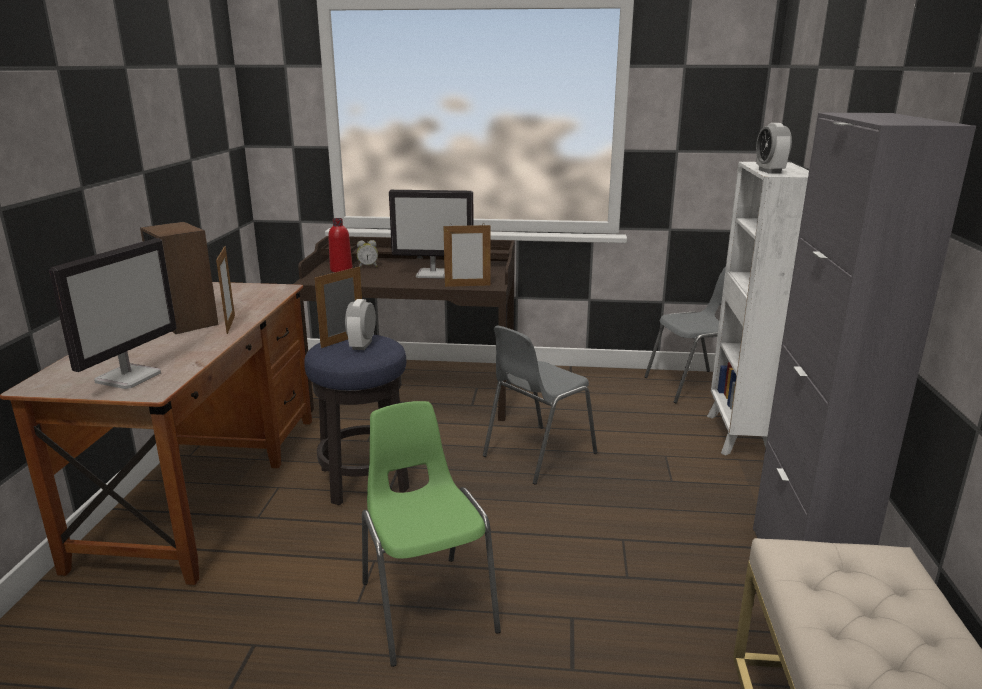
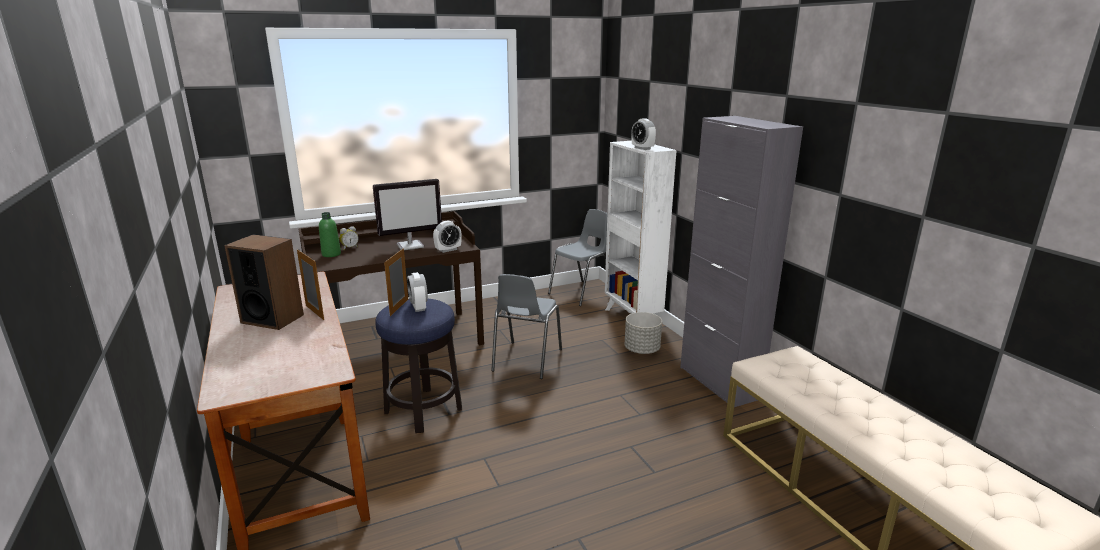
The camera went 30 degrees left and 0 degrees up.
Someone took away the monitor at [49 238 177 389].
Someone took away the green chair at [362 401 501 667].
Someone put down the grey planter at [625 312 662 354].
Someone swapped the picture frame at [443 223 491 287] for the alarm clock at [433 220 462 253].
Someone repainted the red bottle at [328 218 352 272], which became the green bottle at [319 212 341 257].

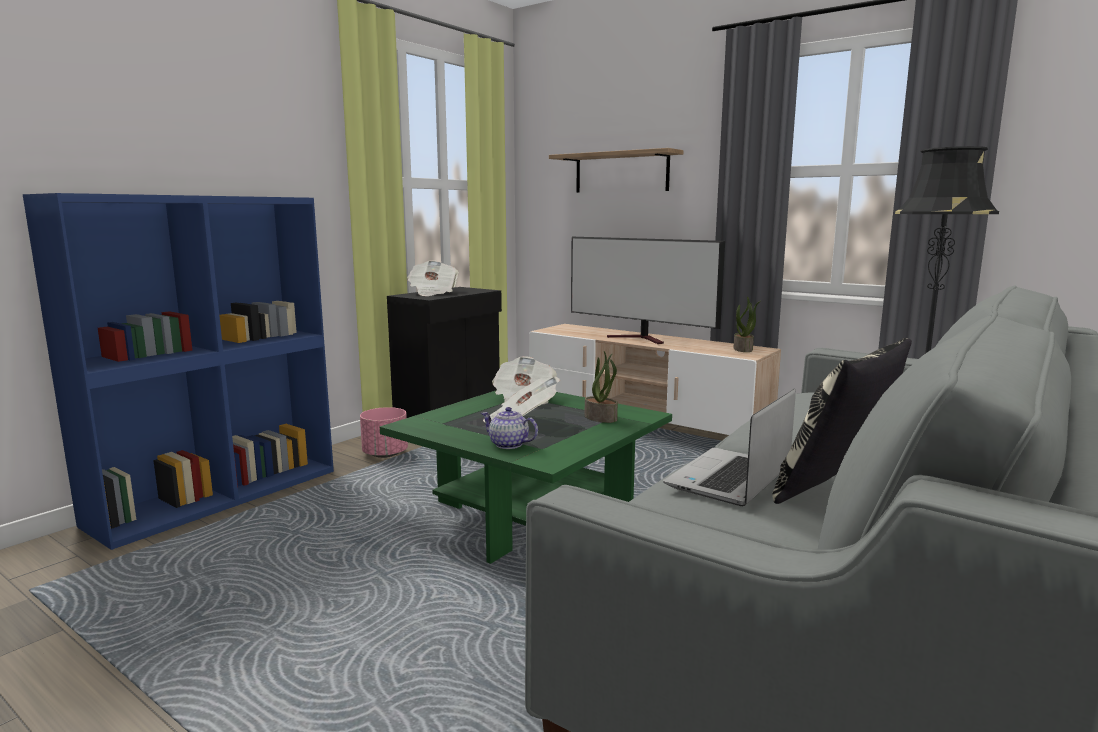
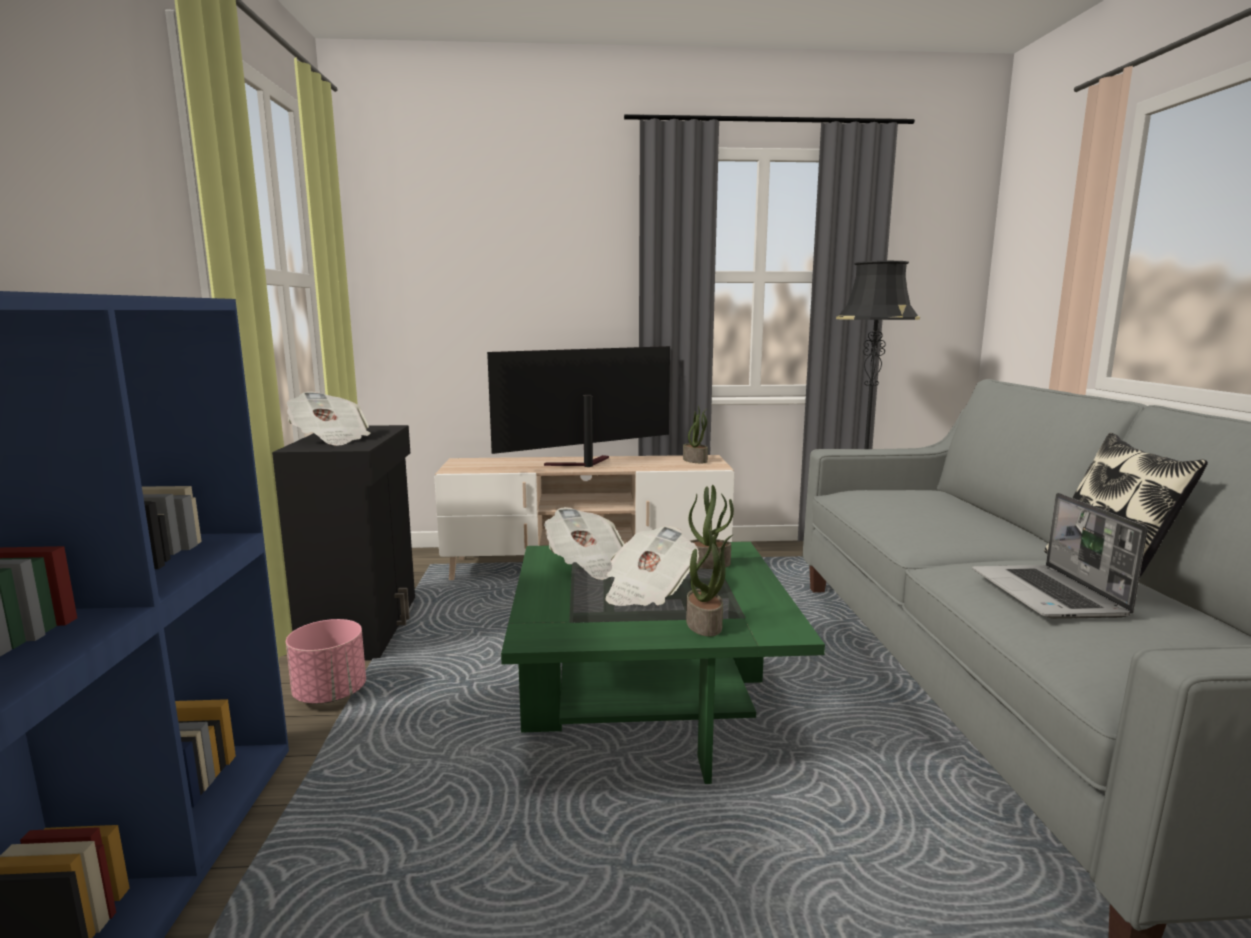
The camera went 40 degrees left and 0 degrees up.
Someone took away the shelf at [549 148 684 193].
Someone swapped the teapot at [481 407 538 449] for the potted plant at [686 529 734 637].
Someone rotated the television at [571 237 725 344] by 150 degrees clockwise.

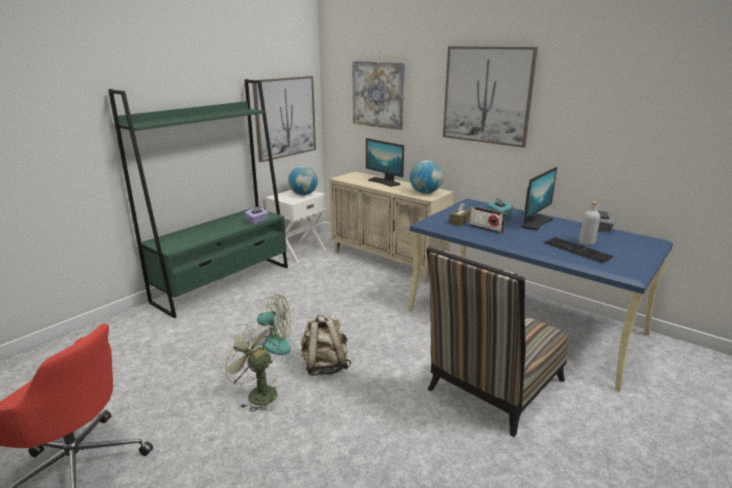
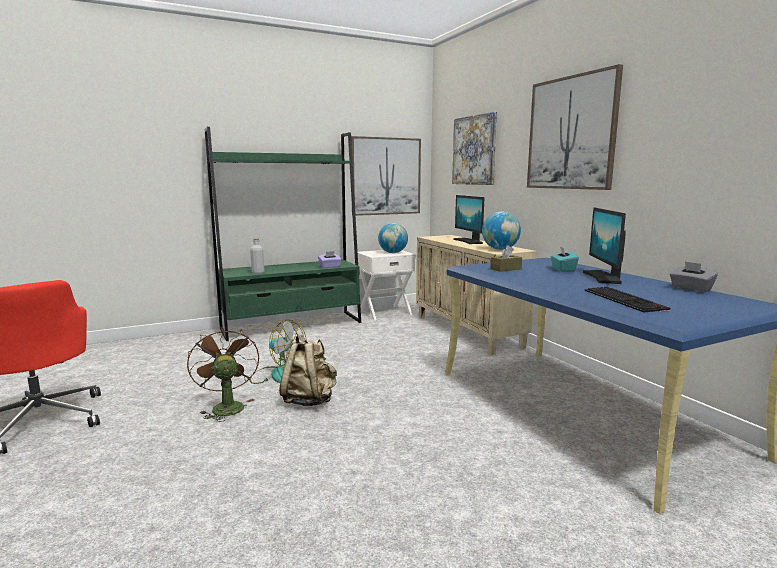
The camera went 25 degrees right and 10 degrees down.
Someone took away the chair at [426 247 568 437].
Someone took away the radio at [469 206 505 234].
Someone carried the grey bottle from [579 201 600 246] to [250 238 264 274].
Someone repainted the green fan at [220 321 280 412], which became the brown fan at [187 326 259 422].
Someone rotated the monitor at [522 167 557 231] by 120 degrees clockwise.

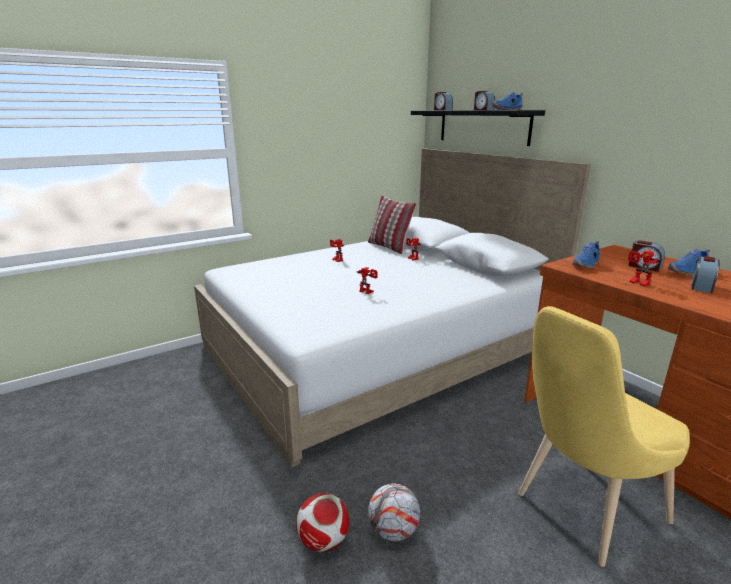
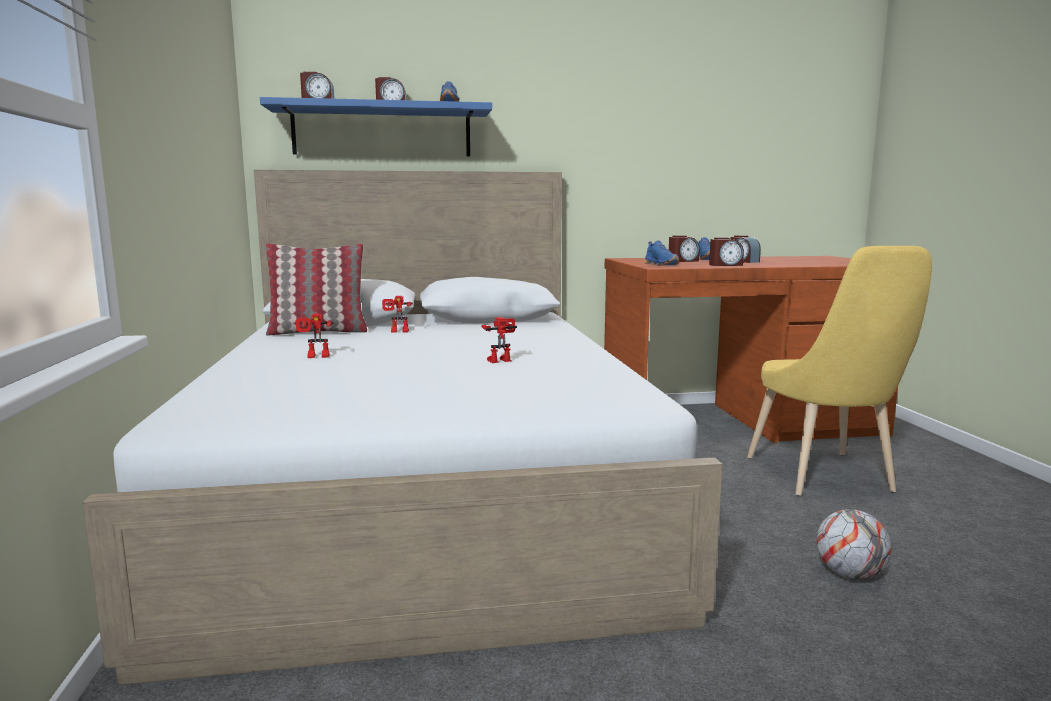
The camera went 65 degrees left and 10 degrees down.
Someone took away the football at [296 493 349 552].
Someone swapped the toy robot at [628 250 661 287] for the alarm clock at [709 237 744 266].
Someone repainted the black shelf at [411 110 545 146], which became the blue shelf at [260 97 492 156].

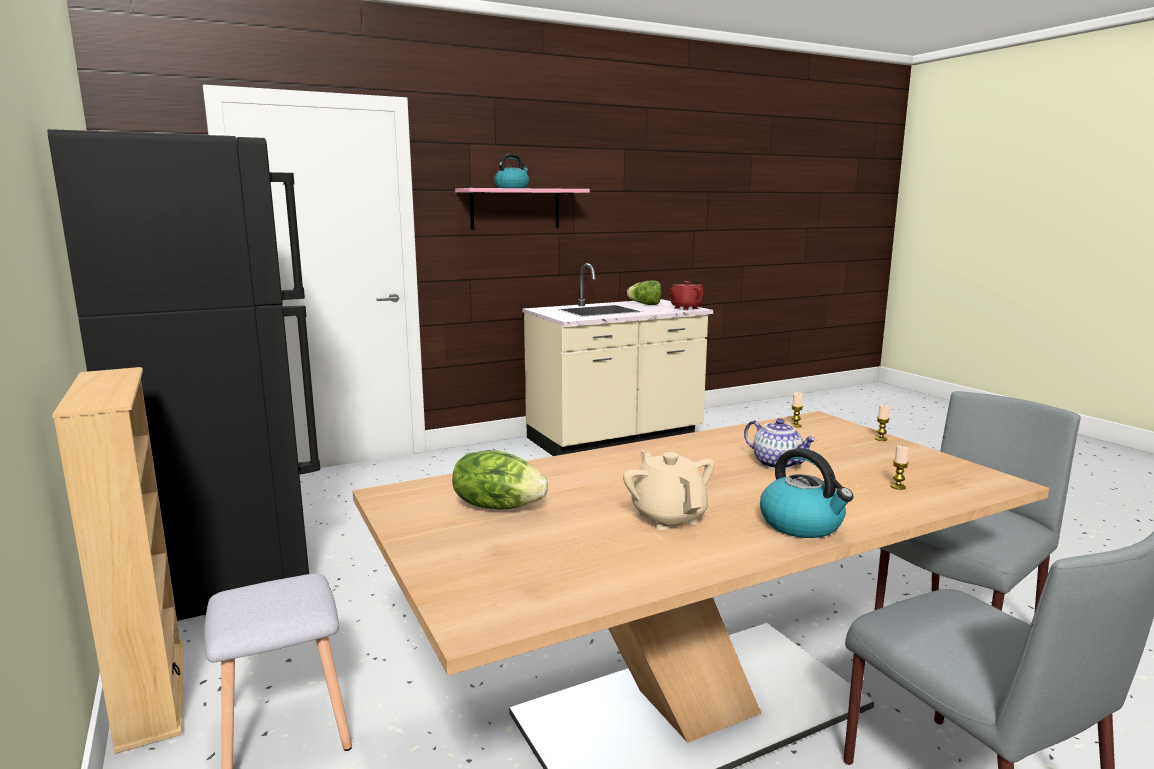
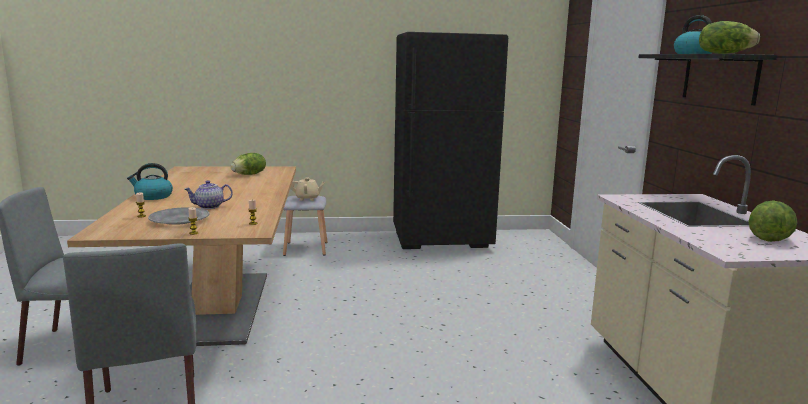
The camera went 110 degrees right and 0 degrees up.
Someone took away the beige bookcase at [52 367 184 754].
Someone took away the red teapot at [670 281 704 310].
Someone put down the grey plate at [148 207 209 225].
Someone put down the lettuce at [699 21 760 54].
Someone carried the beige teapot from [623 450 715 530] to [290 178 325 201].
Someone repainted the pink shelf at [455 188 590 229], which became the black shelf at [638 54 777 105].

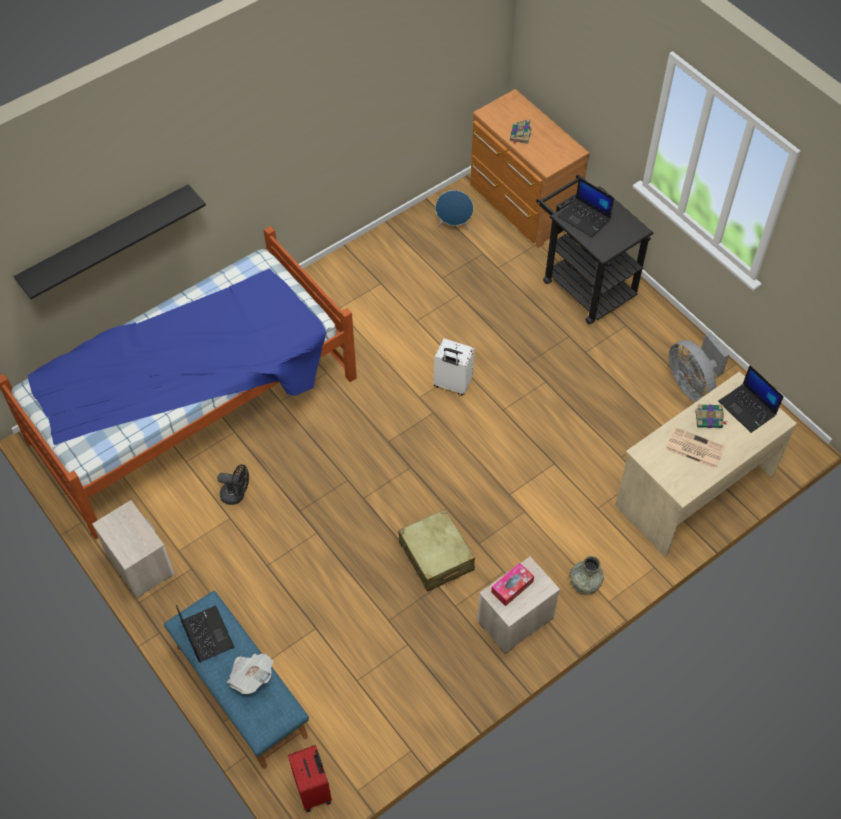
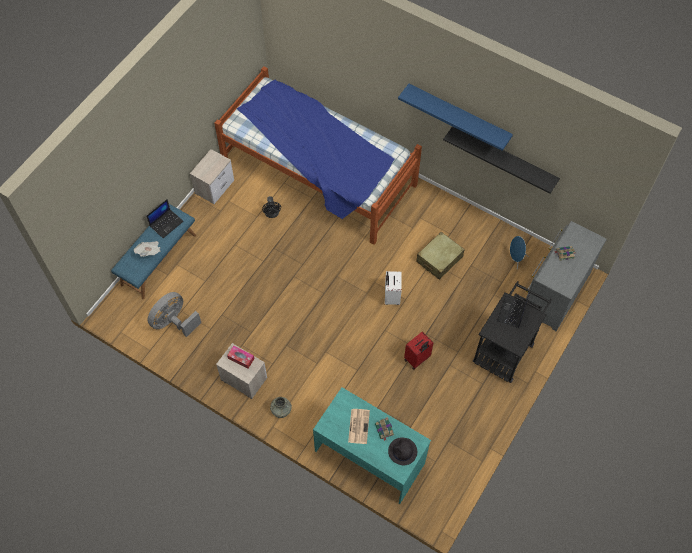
The camera went 70 degrees right and 5 degrees up.
Someone put up the blue shelf at [398 84 513 151].
Someone carried the black shelf from [14 184 206 299] to [443 126 560 194].
Someone carried the red suitcase from [288 745 332 812] to [404 332 433 370].
Someone carried the beige suitcase from [398 509 475 592] to [416 232 465 280].
Someone carried the grey fan from [669 332 729 402] to [148 292 201 337].
Someone swapped the laptop at [718 365 784 433] for the black hat at [388 437 417 465].
Someone repainted the brown dresser at [470 89 590 248], which became the grey dresser at [526 221 607 331].
Someone repainted the beige desk at [615 371 797 557], which became the turquoise desk at [313 387 431 504].

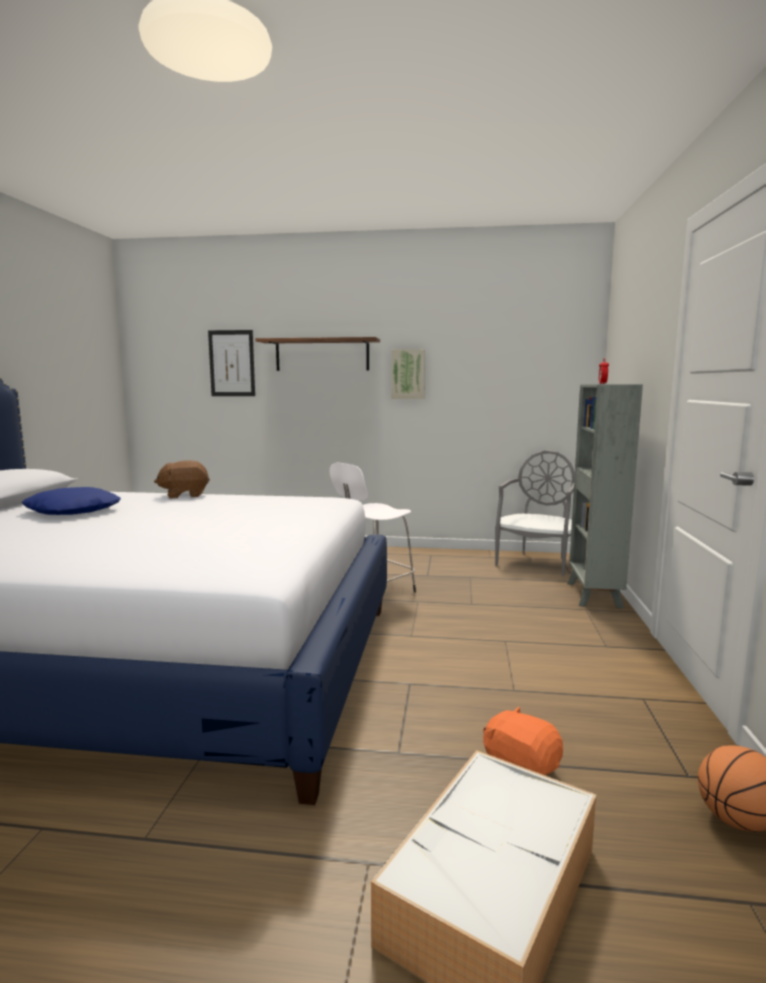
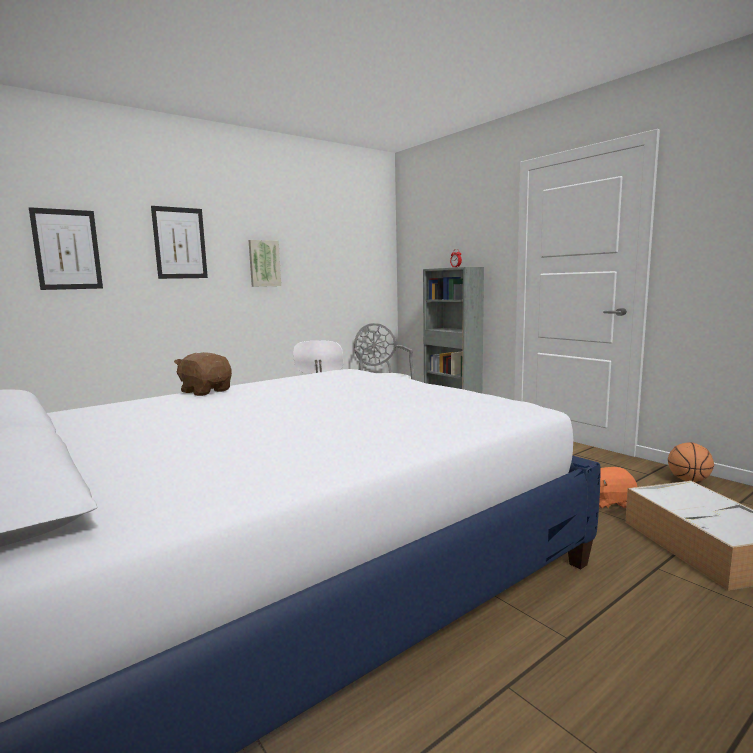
The camera went 45 degrees left and 0 degrees up.
Someone took away the blue pillow at [22 487 121 515].
Someone swapped the shelf at [256 337 380 371] for the picture at [151 206 208 279].
Someone rotated the brown plush toy at [154 461 210 499] by 105 degrees clockwise.

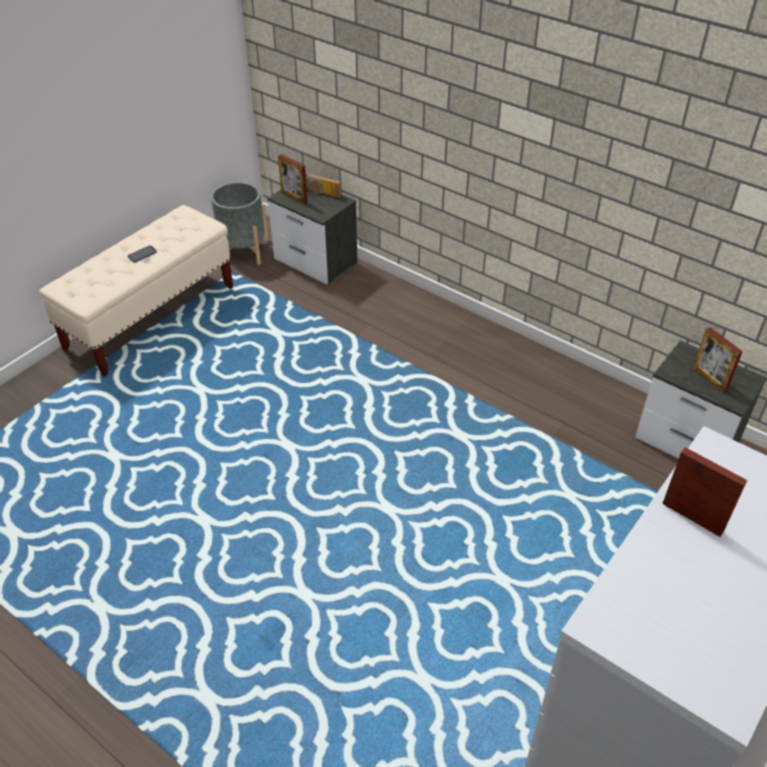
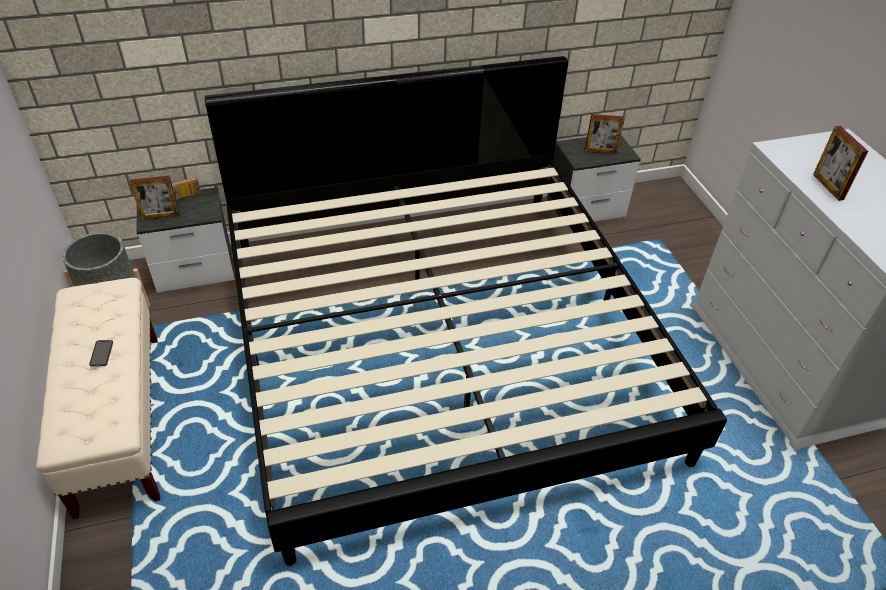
The camera went 55 degrees left and 0 degrees up.
Someone put down the bed at [205 56 727 566].
Someone rotated the picture frame at [662 447 747 537] by 90 degrees counterclockwise.

